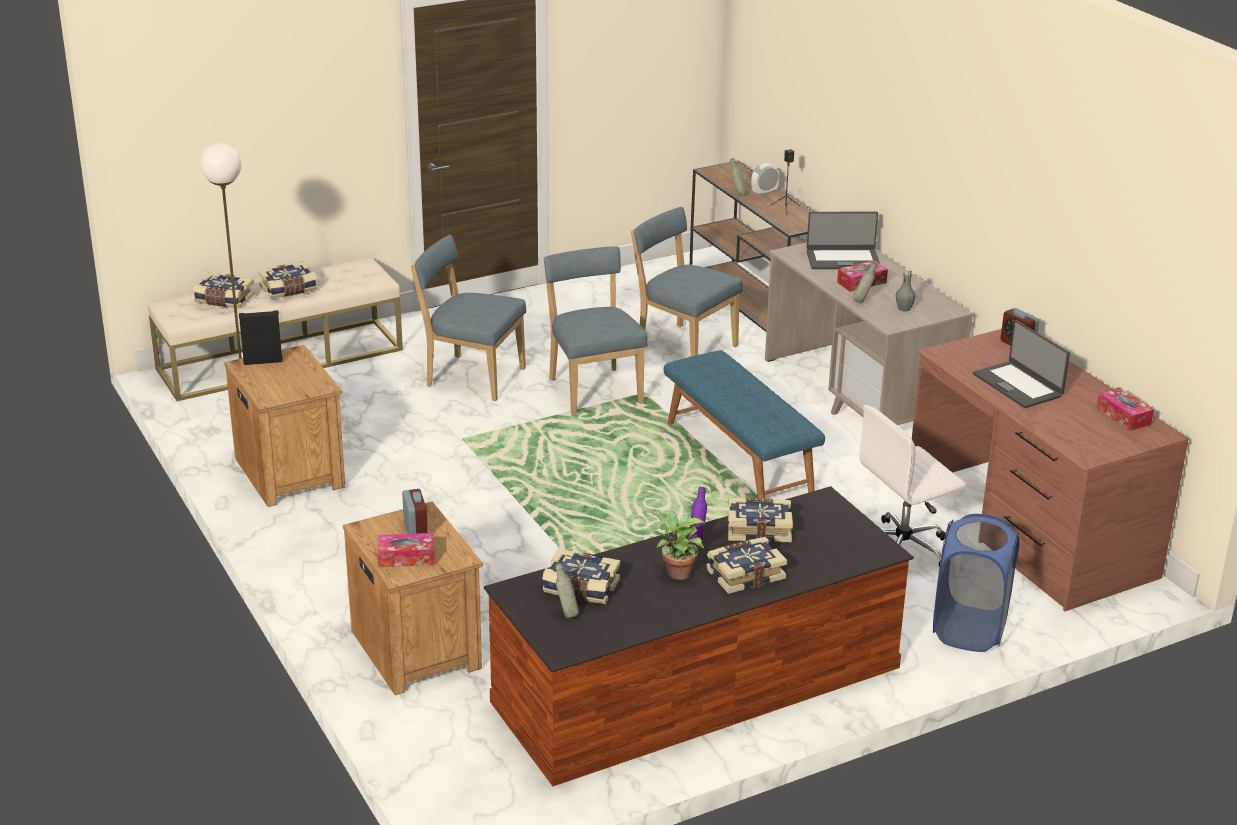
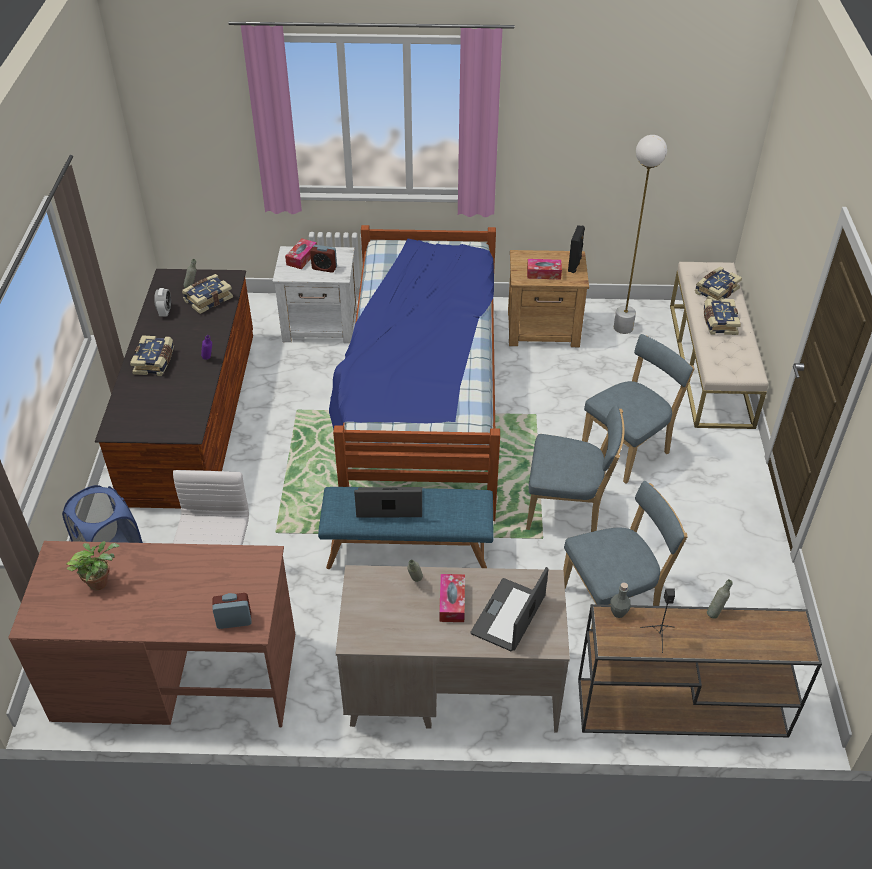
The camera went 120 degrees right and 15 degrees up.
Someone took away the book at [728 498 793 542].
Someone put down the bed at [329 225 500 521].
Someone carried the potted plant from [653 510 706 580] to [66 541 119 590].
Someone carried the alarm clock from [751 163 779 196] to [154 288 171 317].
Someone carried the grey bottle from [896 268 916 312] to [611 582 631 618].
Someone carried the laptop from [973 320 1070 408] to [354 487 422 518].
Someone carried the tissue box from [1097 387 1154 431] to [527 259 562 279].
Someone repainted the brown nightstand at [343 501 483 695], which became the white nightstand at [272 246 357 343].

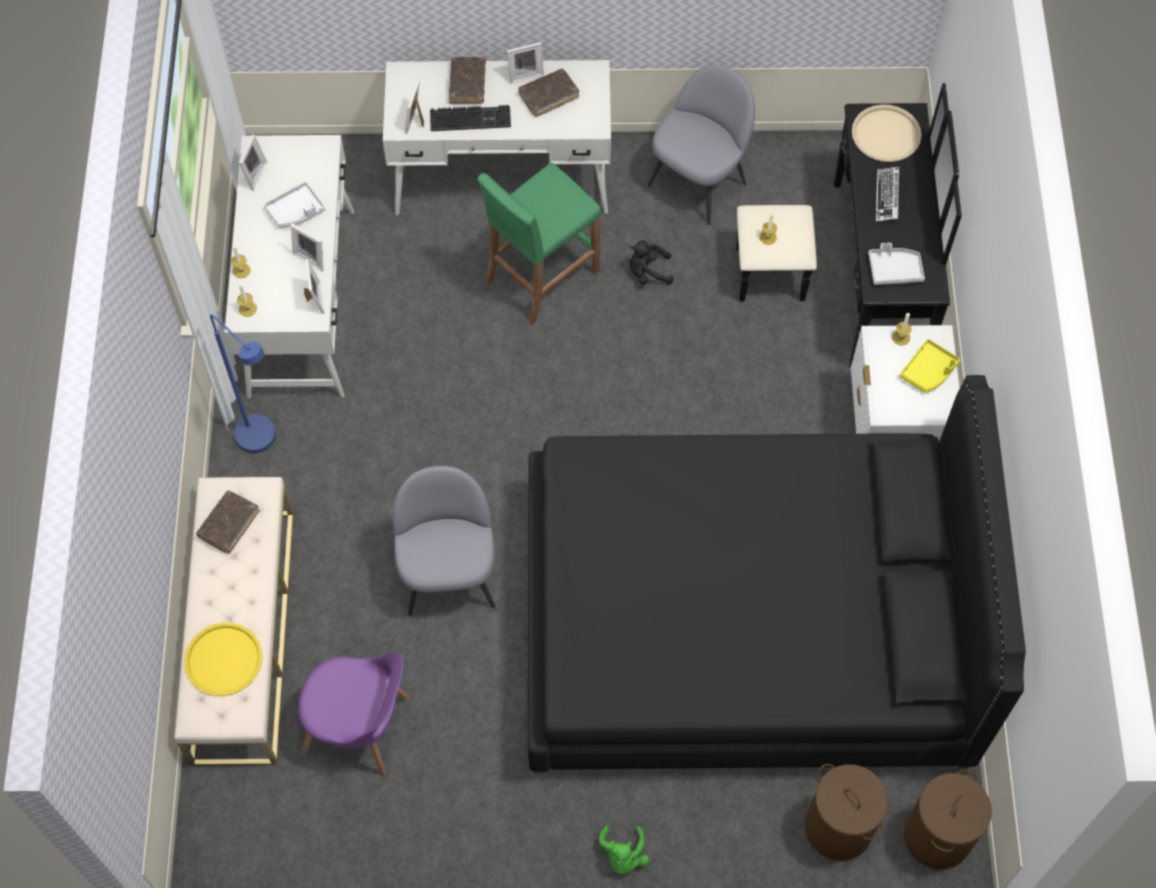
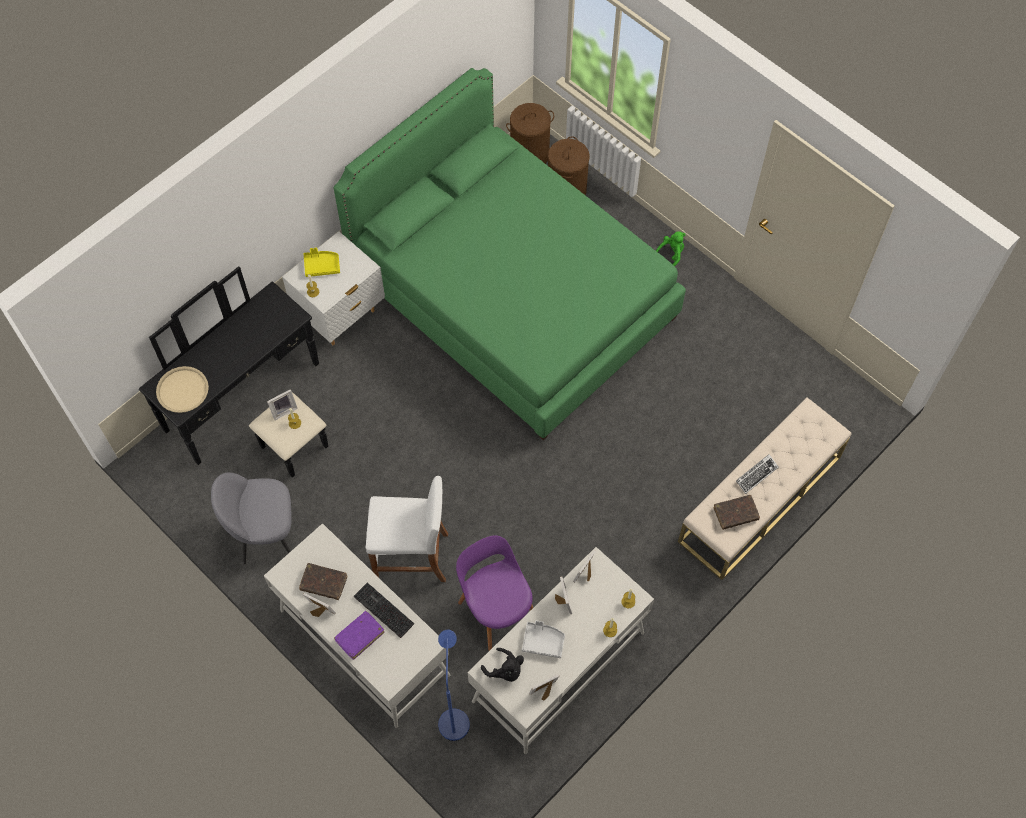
The camera went 135 degrees left and 0 degrees up.
Someone took away the yellow tray at [184 622 262 696].
Someone took away the grey chair at [393 466 496 616].
Someone took away the grey tray at [868 243 925 285].
Someone carried the blue floor lamp from [210 314 276 453] to [438 629 470 741].
Someone carried the purple chair from [298 652 409 776] to [456 535 533 651].
Someone carried the picture frame from [405 80 424 134] to [267 389 298 420].
Someone carried the black plush toy from [629 240 674 285] to [481 648 524 682].
Someone carried the keyboard from [876 166 900 222] to [736 454 779 494].
Someone repainted the brown book at [449 57 486 104], which became the purple book at [334 611 384 660].
Someone repainted the green stool at [478 163 601 324], which became the white stool at [365 476 448 582].
Someone repainted the black bed at [528 375 1026 773], which became the green bed at [333 68 686 441].

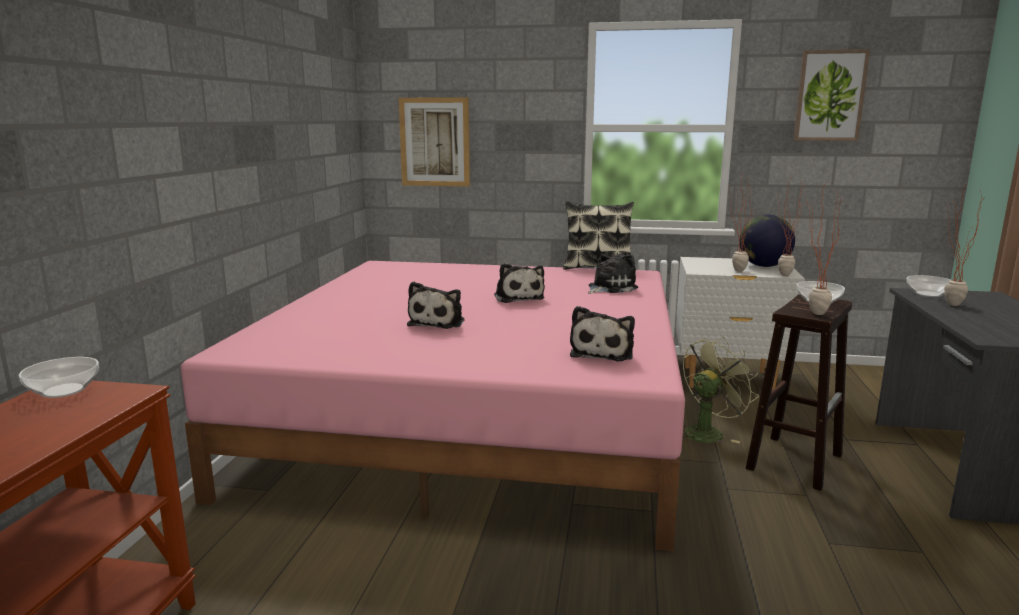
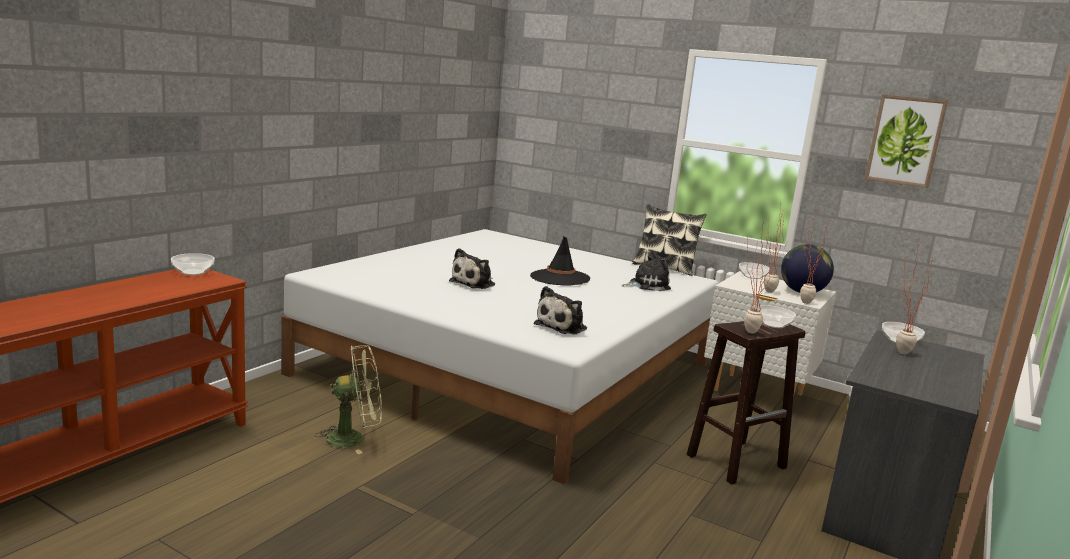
The camera went 20 degrees right and 0 degrees up.
Someone took away the picture at [399 97 470 187].
Someone put down the bowl at [739 262 770 279].
Someone carried the green fan from [683 337 759 443] to [315 345 382 454].
Someone swapped the plush toy at [494 263 545 303] for the black hat at [530 236 590 286].
Someone repainted the pink bed at [180 261 685 551], which became the white bed at [281 229 719 485].

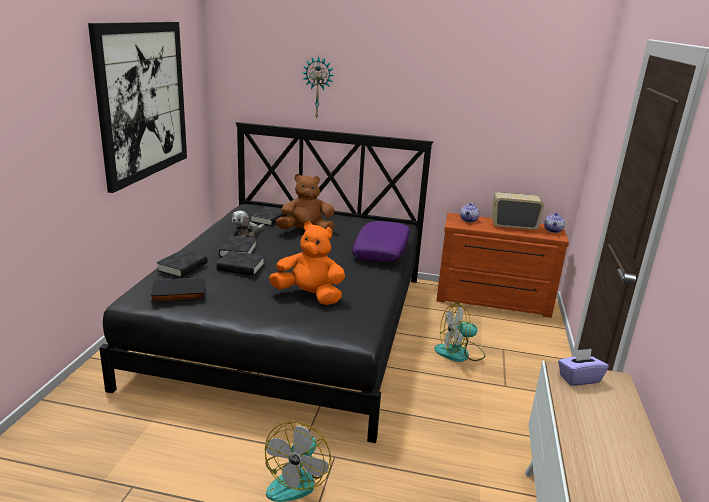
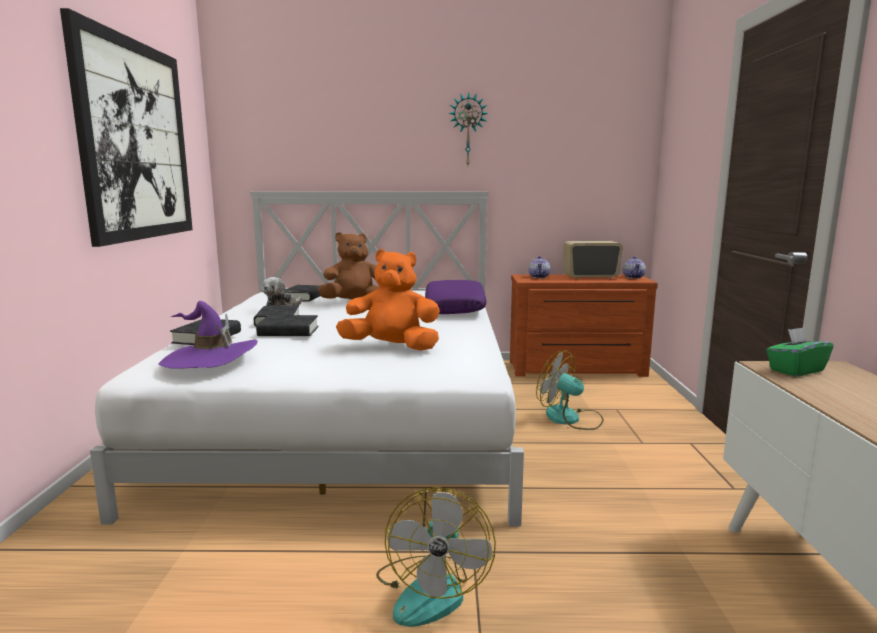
The camera went 10 degrees left and 10 degrees down.
Someone carried the wall clock from [302 56 335 119] to [449 93 488 165].
Someone swapped the black book at [150 278 205 303] for the purple hat at [159 301 258 369].
Someone repainted the black bed at [99 122 434 443], which became the white bed at [90 192 524 526].
Someone repainted the purple tissue box at [558 349 609 386], which became the green tissue box at [766 327 834 377].
Someone rotated the fan at [434 303 485 362] by 60 degrees clockwise.

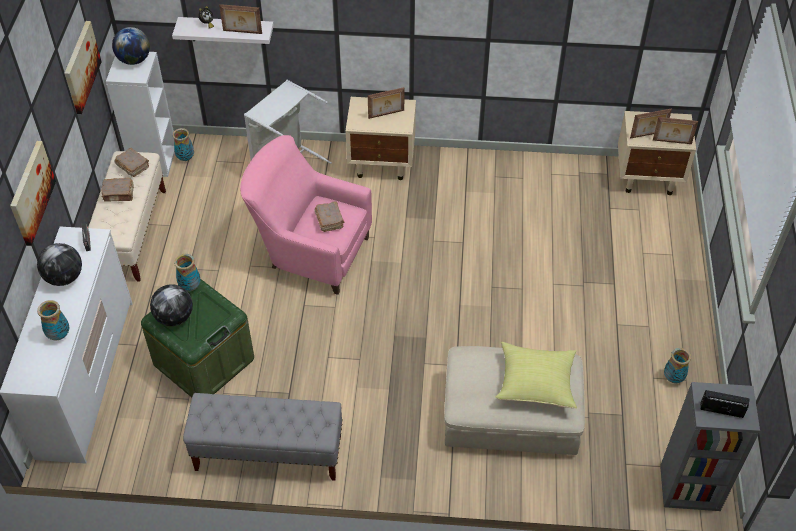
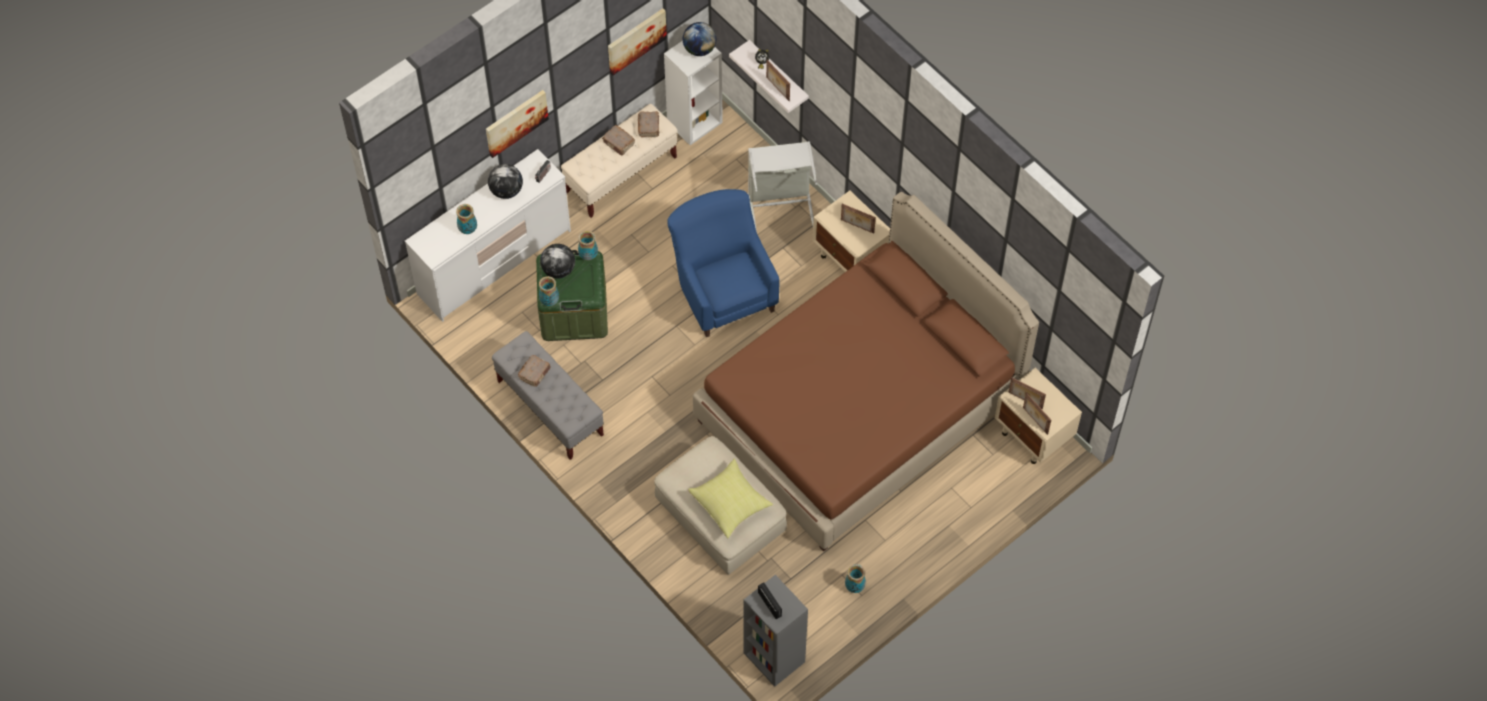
The camera went 45 degrees right and 10 degrees up.
Someone put down the brown bed at [693 192 1039 552].
Someone carried the vase from [172 128 194 161] to [539 276 559 306].
Someone carried the brown book from [314 201 344 232] to [518 355 551 387].
Someone repainted the pink armchair at [240 135 372 295], which became the blue armchair at [667 189 779 337].

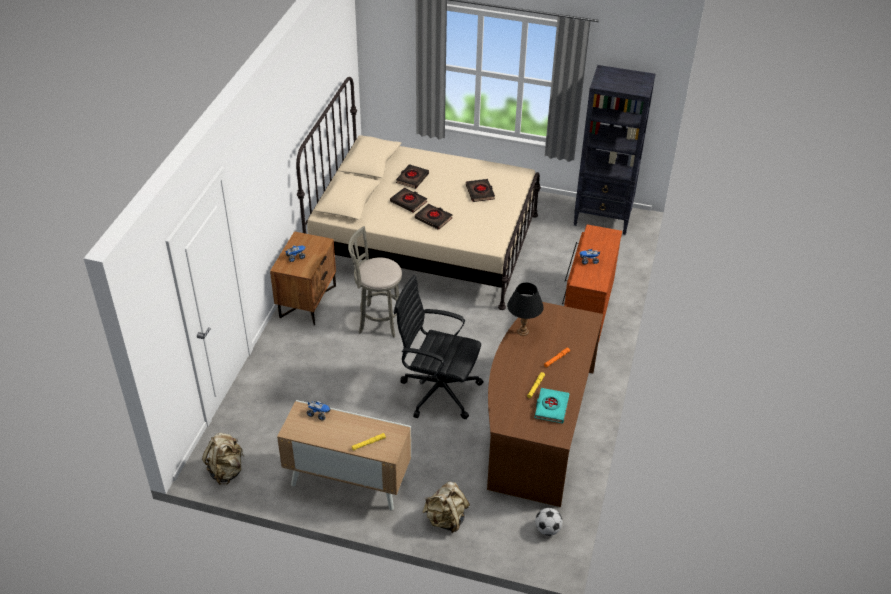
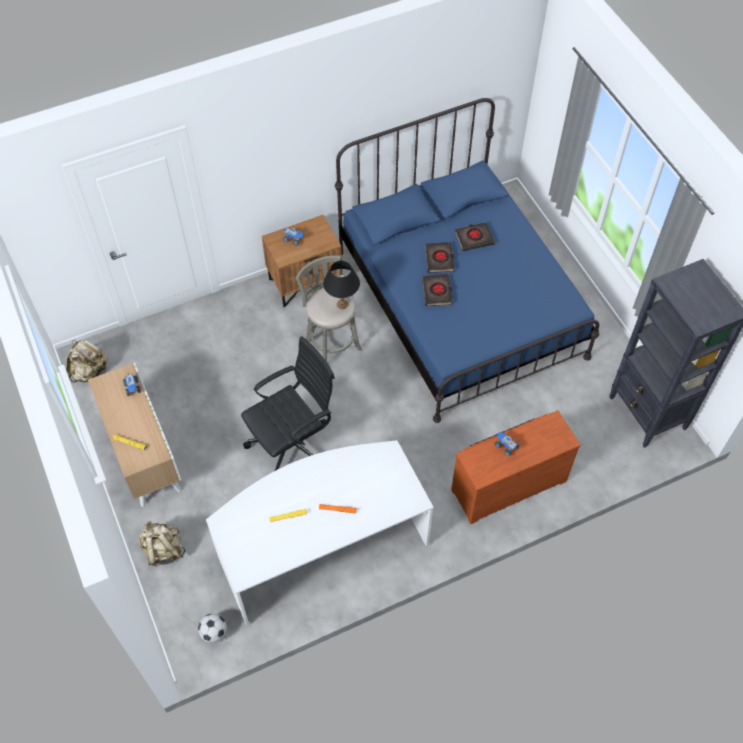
The camera went 50 degrees right and 15 degrees up.
Someone took away the black book at [466 179 495 202].
Someone took away the turquoise book at [534 388 569 424].
Someone carried the black table lamp from [507 283 544 336] to [323 261 360 309].
Someone repainted the beige bed at [296 77 541 310], which became the blue bed at [335 98 599 423].
Someone repainted the brown desk at [487 302 603 507], which became the white desk at [206 440 434 626].
Someone rotated the black office chair at [394 275 484 419] by 75 degrees clockwise.

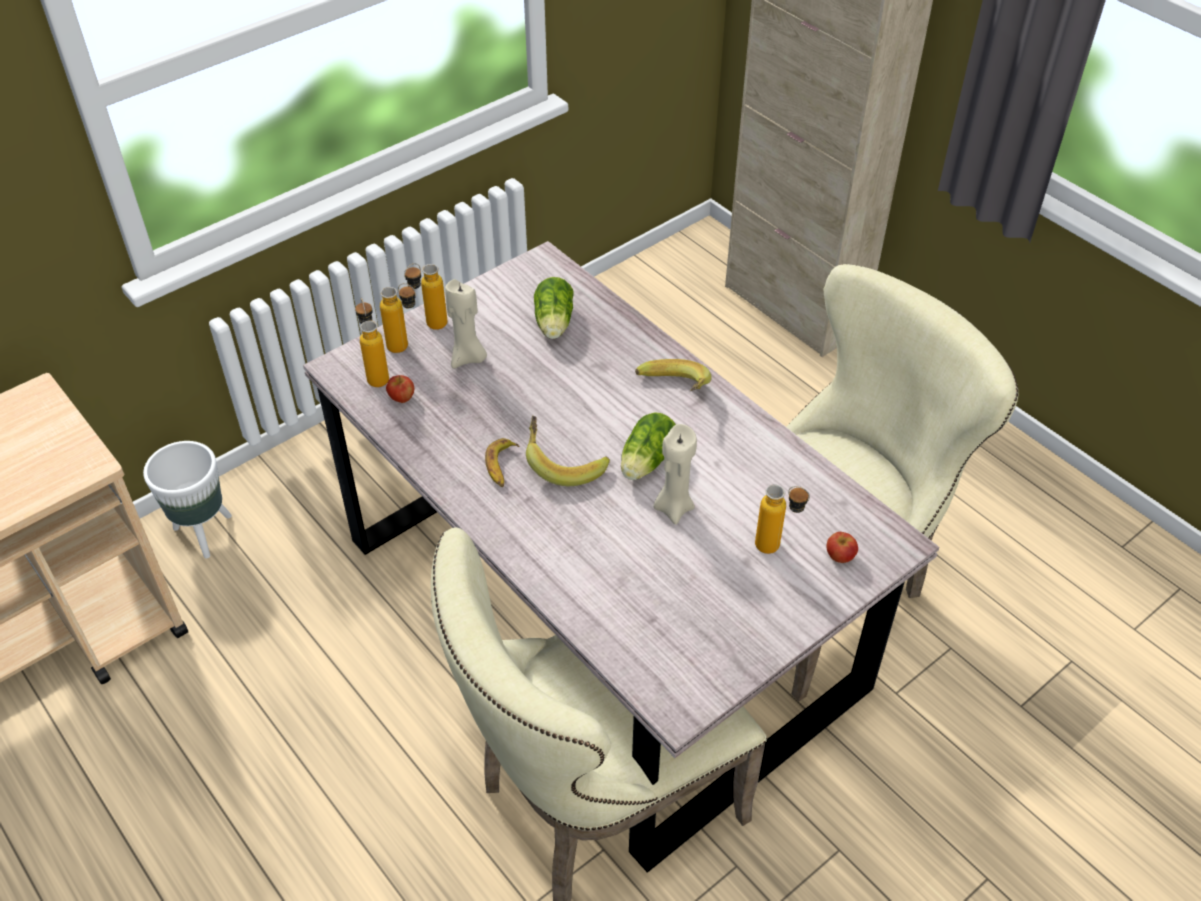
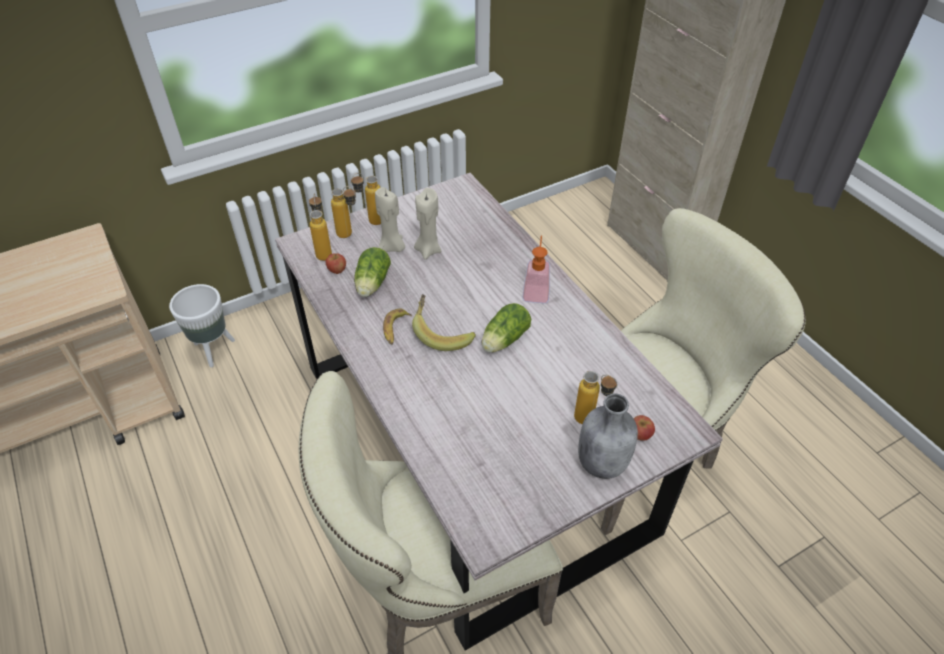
The camera went 10 degrees right and 0 degrees up.
Someone put down the grey bottle at [578 394 638 479].
Someone carried the lettuce from [534 277 573 339] to [354 247 391 297].
Someone carried the beige candle from [653 424 697 525] to [414 188 441 260].
Someone swapped the banana at [635 359 712 392] for the soap dispenser at [522 235 550 303].

